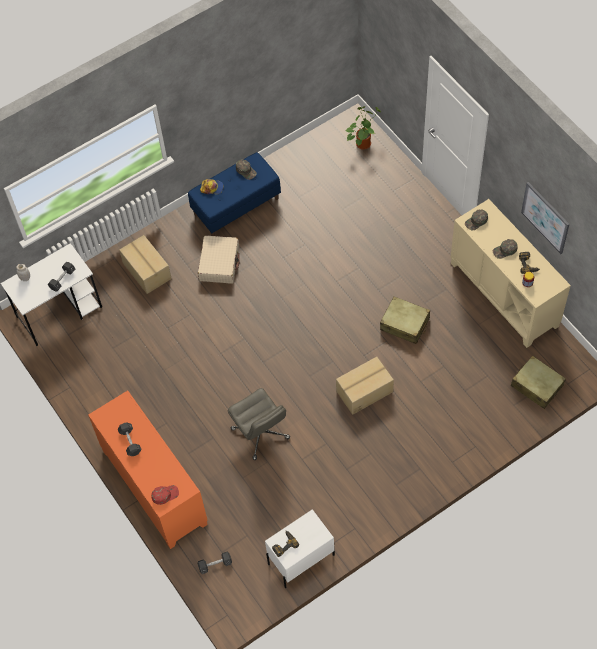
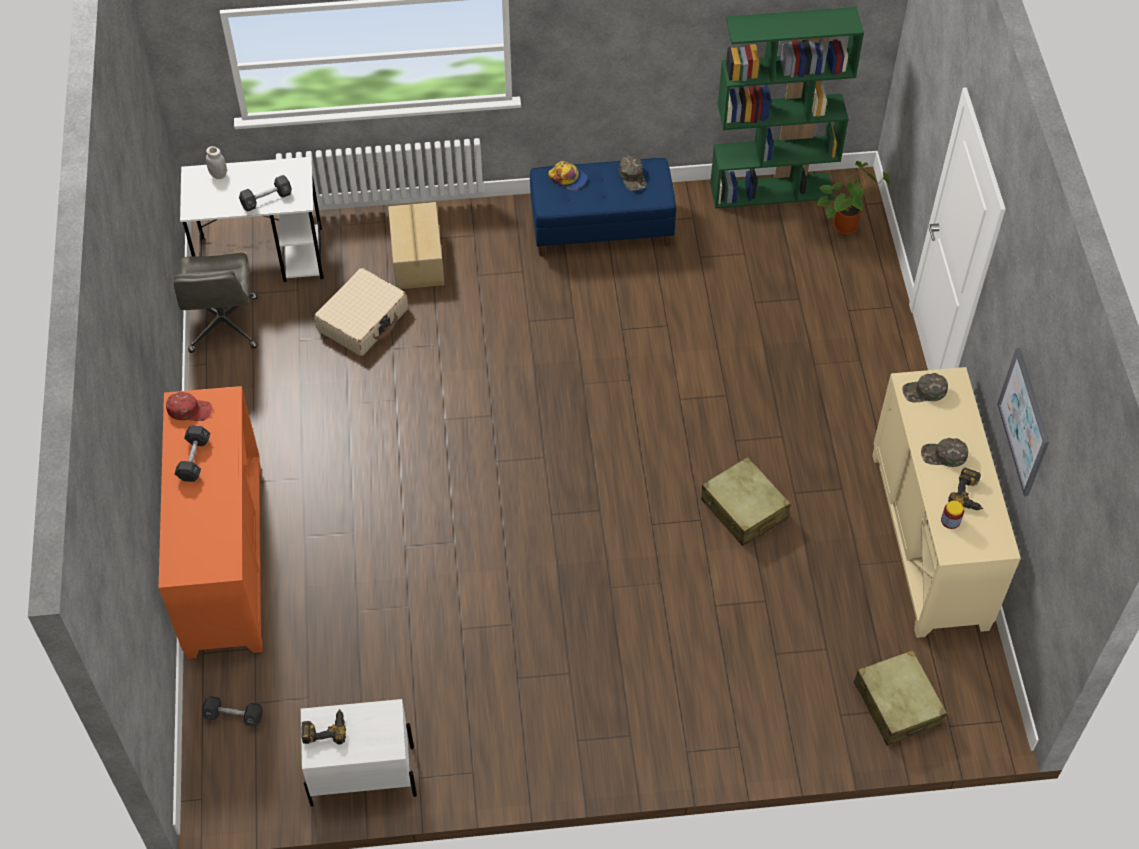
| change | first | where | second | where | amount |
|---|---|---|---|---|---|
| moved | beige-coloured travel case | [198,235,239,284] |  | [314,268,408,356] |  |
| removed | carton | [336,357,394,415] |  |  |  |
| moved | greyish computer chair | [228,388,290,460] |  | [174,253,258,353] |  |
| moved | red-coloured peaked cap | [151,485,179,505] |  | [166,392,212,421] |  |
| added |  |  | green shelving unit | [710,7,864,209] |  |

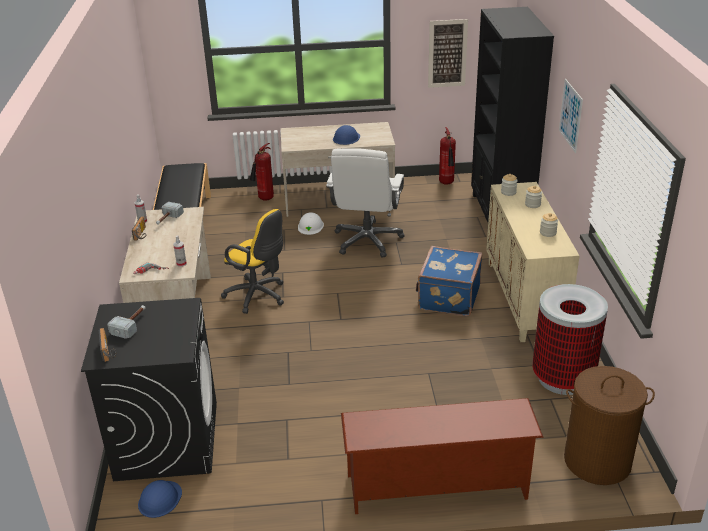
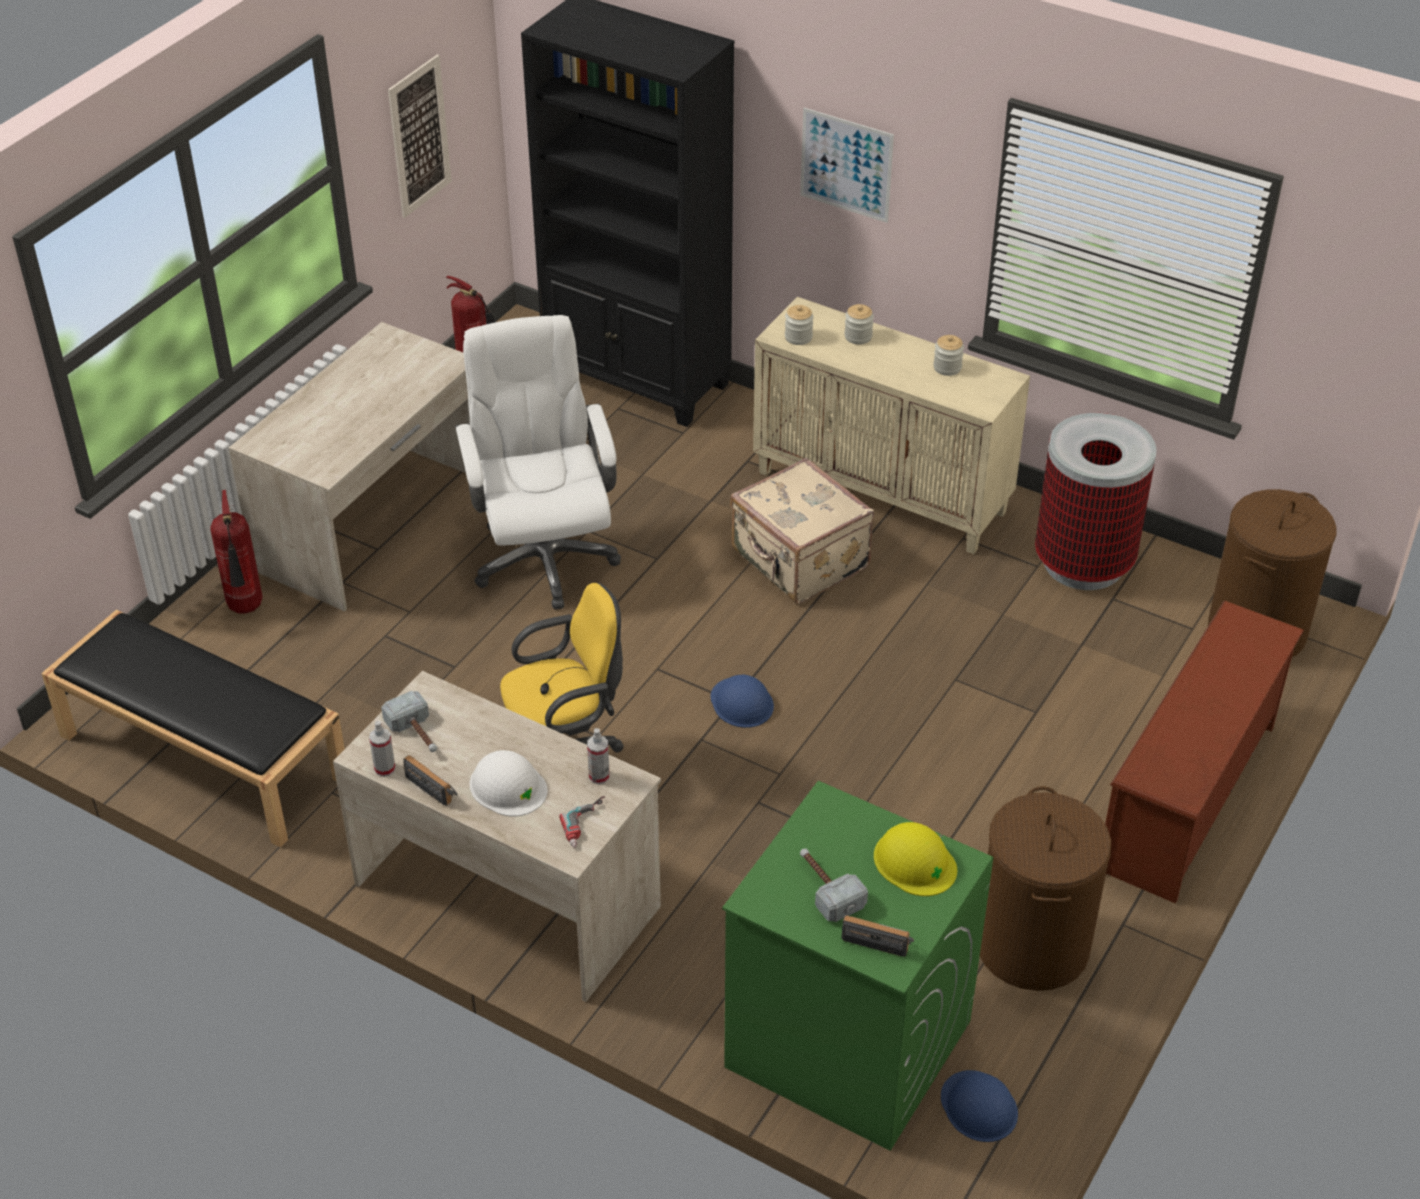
| change | first | where | second | where | amount |
|---|---|---|---|---|---|
| moved | blue-coloured hard hat | [333,125,360,145] |  | [711,675,774,728] |  |
| turned | white computer chair | [326,148,404,257] |  | [455,315,621,610] | 150 degrees counterclockwise |
| moved | white hard hat | [298,212,324,235] |  | [470,750,547,817] |  |
| recoloured | blue-coloured travel case | [416,246,482,316] | beige-coloured travel case | [730,457,874,604] |  |
| recoloured | black laundry appliance | [81,298,217,481] | green laundry appliance | [722,781,993,1151] |  |
| added |  |  | brown laundry basket | [980,786,1111,991] |  |
| added |  |  | yellow hard hat | [874,822,957,896] |  |

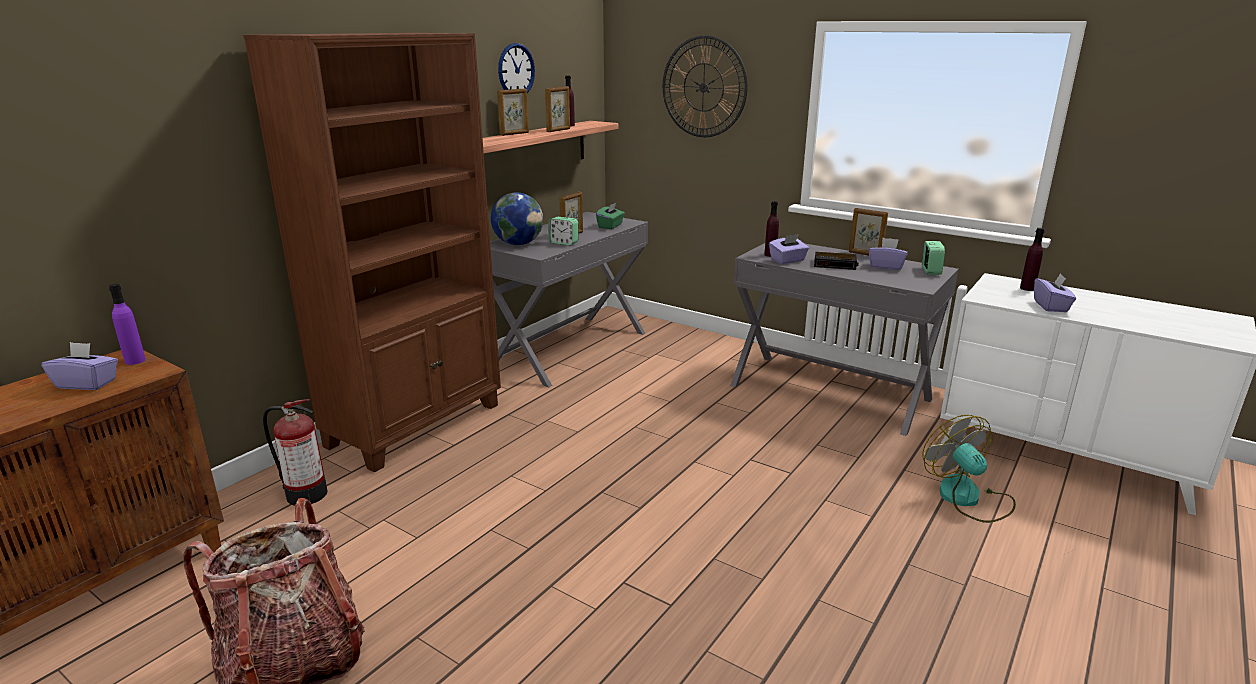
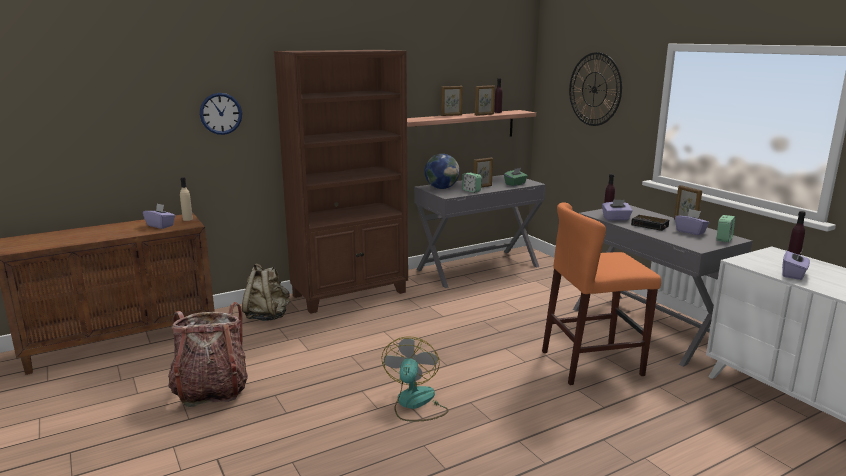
| change | first | where | second | where | amount |
|---|---|---|---|---|---|
| moved | hanging clock | [498,43,535,93] |  | [200,93,242,135] |  |
| recoloured | purple drink bottle | [109,284,146,365] | beige-coloured drink bottle | [180,177,193,221] |  |
| replaced | fire extinguisher | [263,399,327,506] | beige-coloured rucksack | [242,263,290,321] |  |
| moved | cooling fan | [922,415,1016,523] |  | [381,337,449,422] |  |
| added |  |  | orange-coloured stool | [542,203,661,385] |  |

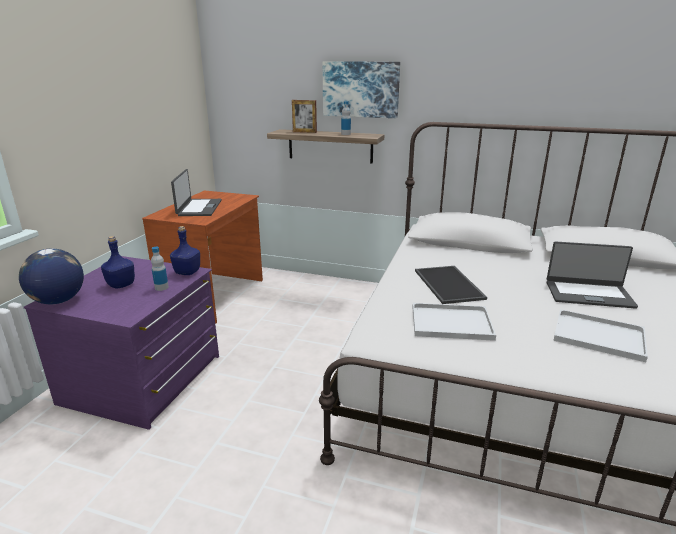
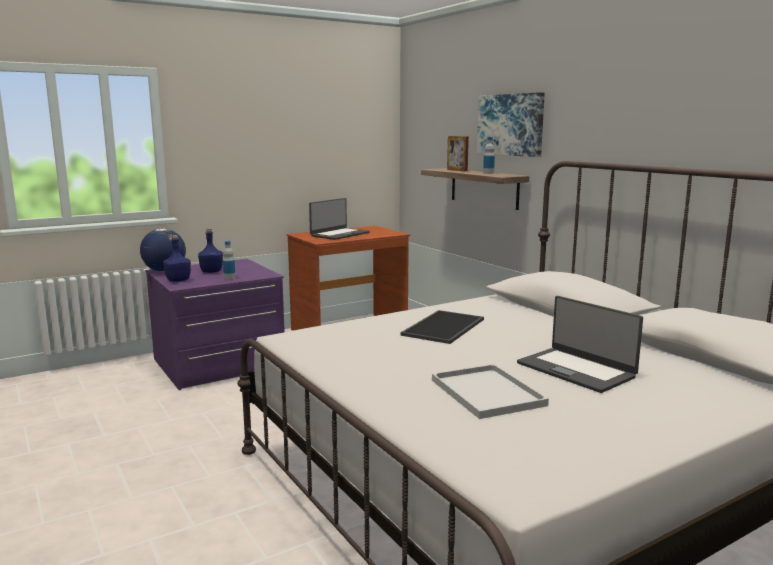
| change | first | where | second | where | amount |
|---|---|---|---|---|---|
| moved | blue-coloured drink bottle | [170,226,200,275] |  | [163,235,191,282] |  |
| removed | white carrying tray | [412,303,496,341] |  |  |  |

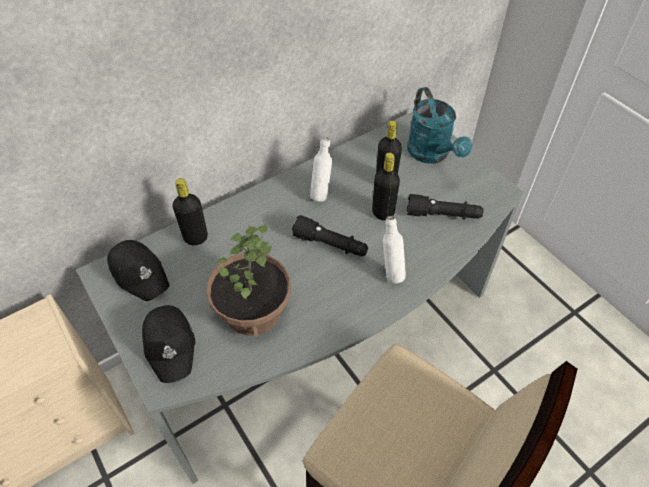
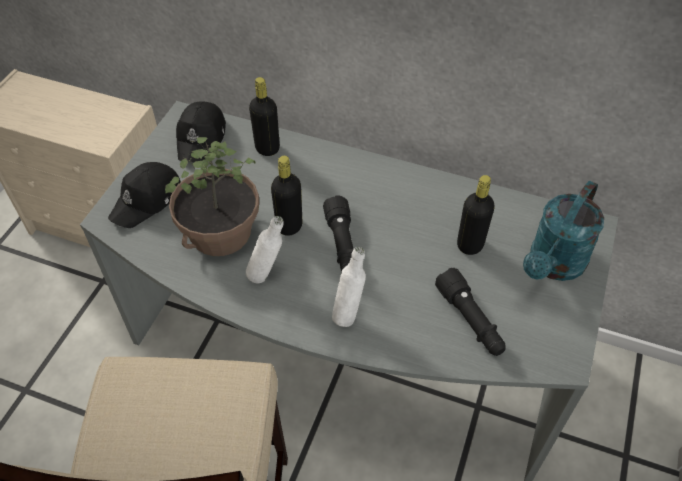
| change | first | where | second | where | amount |
|---|---|---|---|---|---|
| moved | white drink bottle | [310,137,332,202] |  | [246,216,284,283] |  |
| moved | black drink bottle | [372,153,400,220] |  | [271,156,302,236] |  |

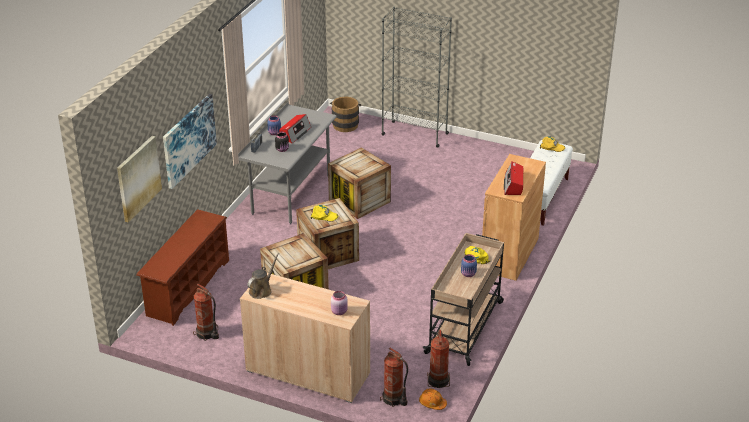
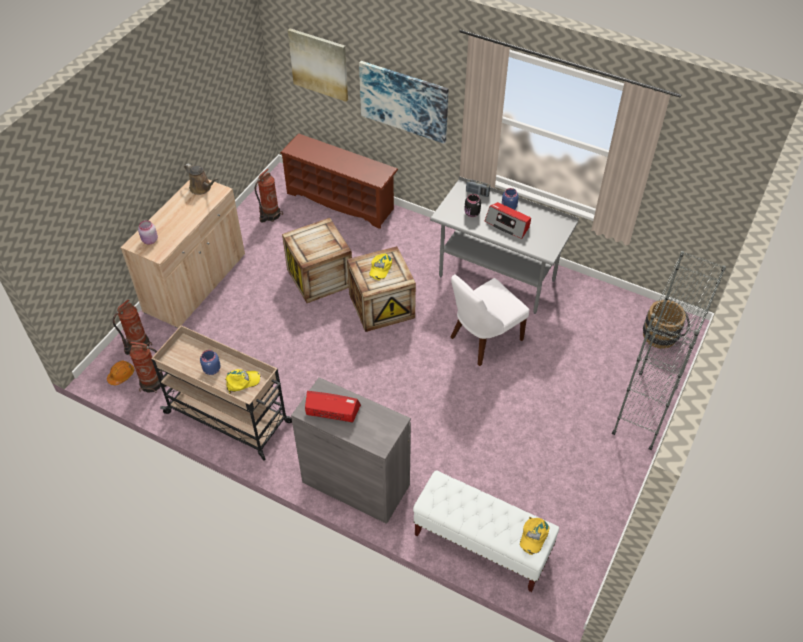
| change | first | where | second | where | amount |
|---|---|---|---|---|---|
| replaced | crate | [328,147,391,219] | white upright chair | [451,274,529,366] |  |
| recoloured | brown storage cabinet | [482,154,546,281] | greyish storage cabinet | [291,377,411,524] |  |

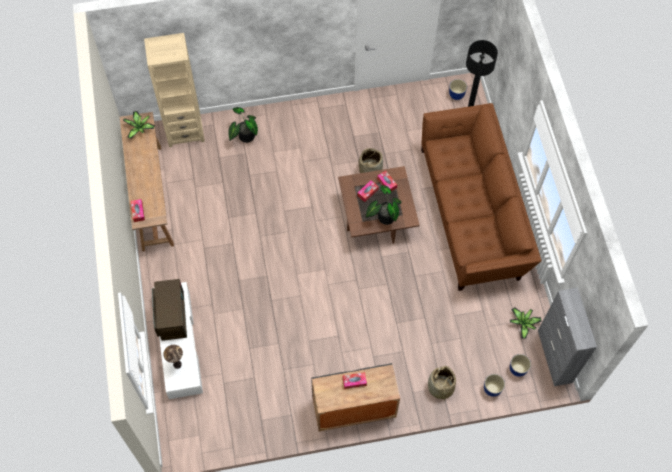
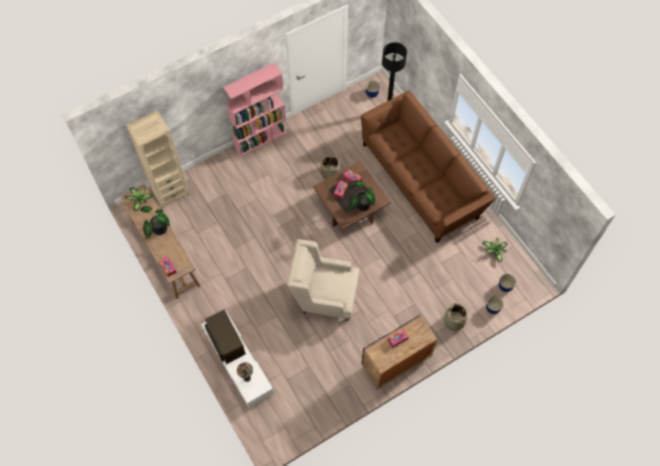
| change | first | where | second | where | amount |
|---|---|---|---|---|---|
| moved | plant in a pot | [228,107,258,143] |  | [140,206,170,239] |  |
| removed | greyish storage cabinet | [538,287,597,386] |  |  |  |
| added |  |  | pink-coloured shelving unit | [223,63,287,157] |  |
| added |  |  | beige-coloured easy chair | [287,239,359,321] |  |

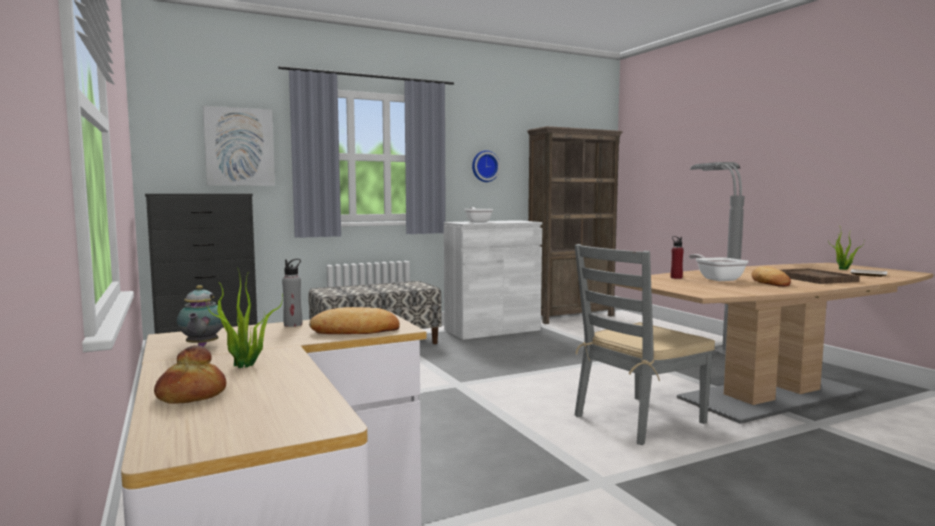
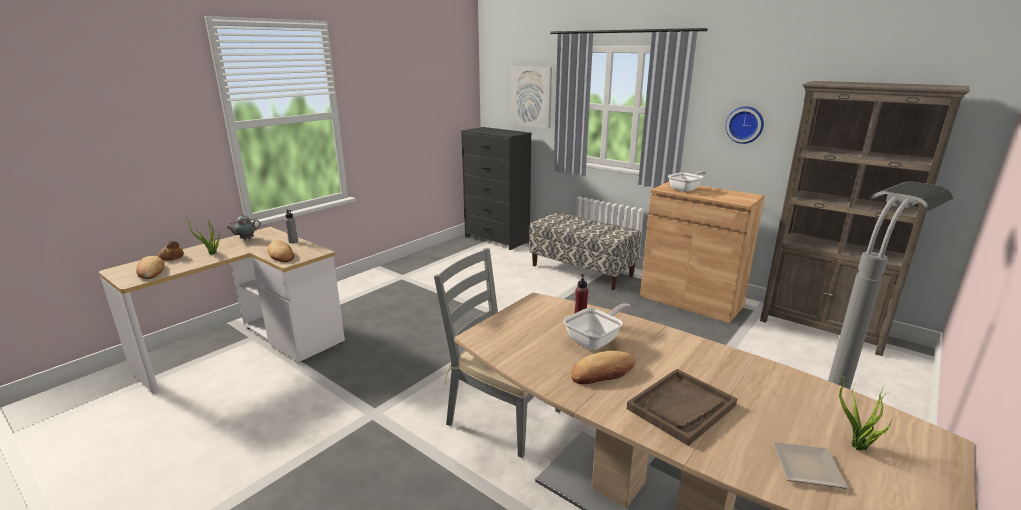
| change | first | where | second | where | amount |
|---|---|---|---|---|---|
| recoloured | white storage cabinet | [444,220,542,340] | brown storage cabinet | [640,181,765,323] |  |
| added |  |  | bread | [136,256,165,279] |  |

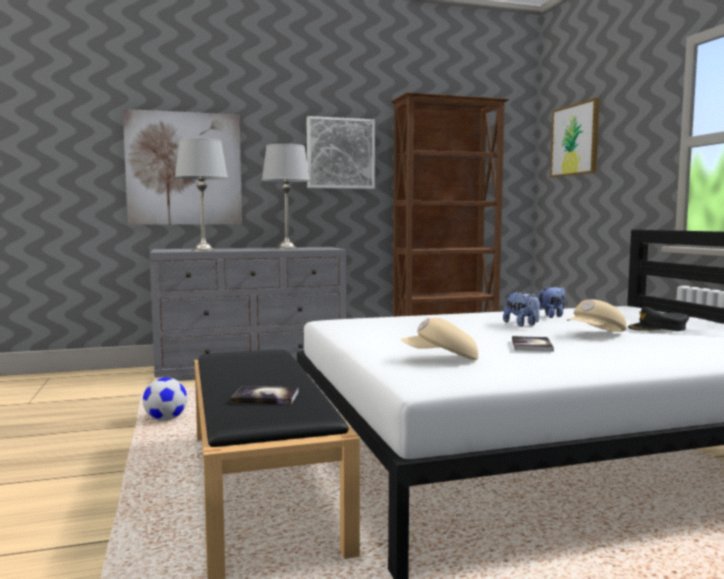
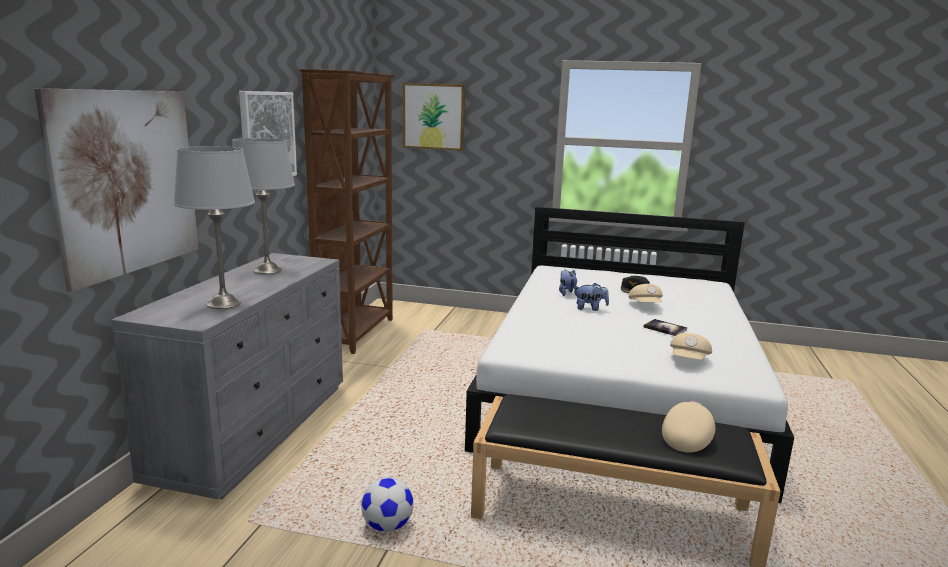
| change | first | where | second | where | amount |
|---|---|---|---|---|---|
| replaced | bound book | [231,386,299,404] | beige-coloured peaked cap | [662,401,715,452] |  |

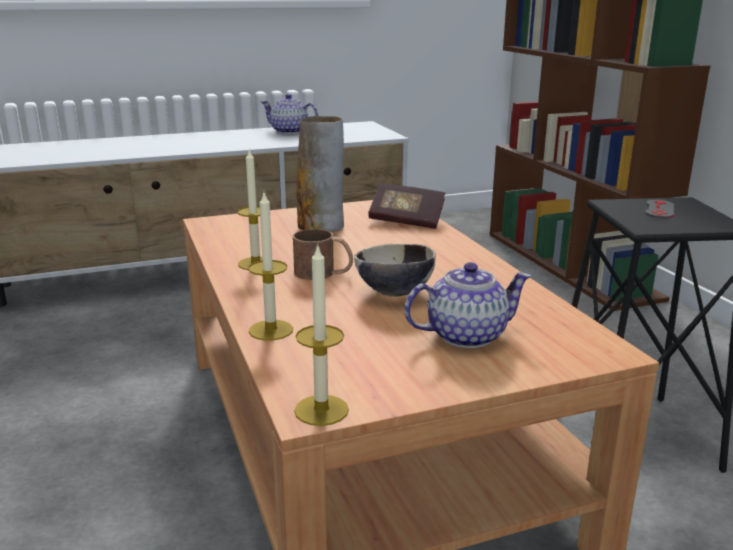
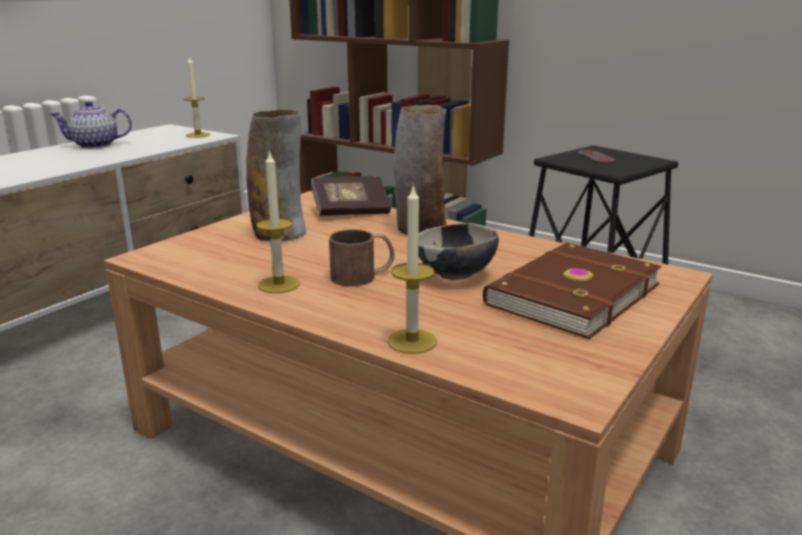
| change | first | where | second | where | amount |
|---|---|---|---|---|---|
| moved | wax light | [294,243,349,426] |  | [184,56,210,138] |  |
| replaced | teapot | [405,262,532,348] | brown bound book | [483,243,662,339] |  |
| added |  |  | vase | [394,105,446,235] |  |

